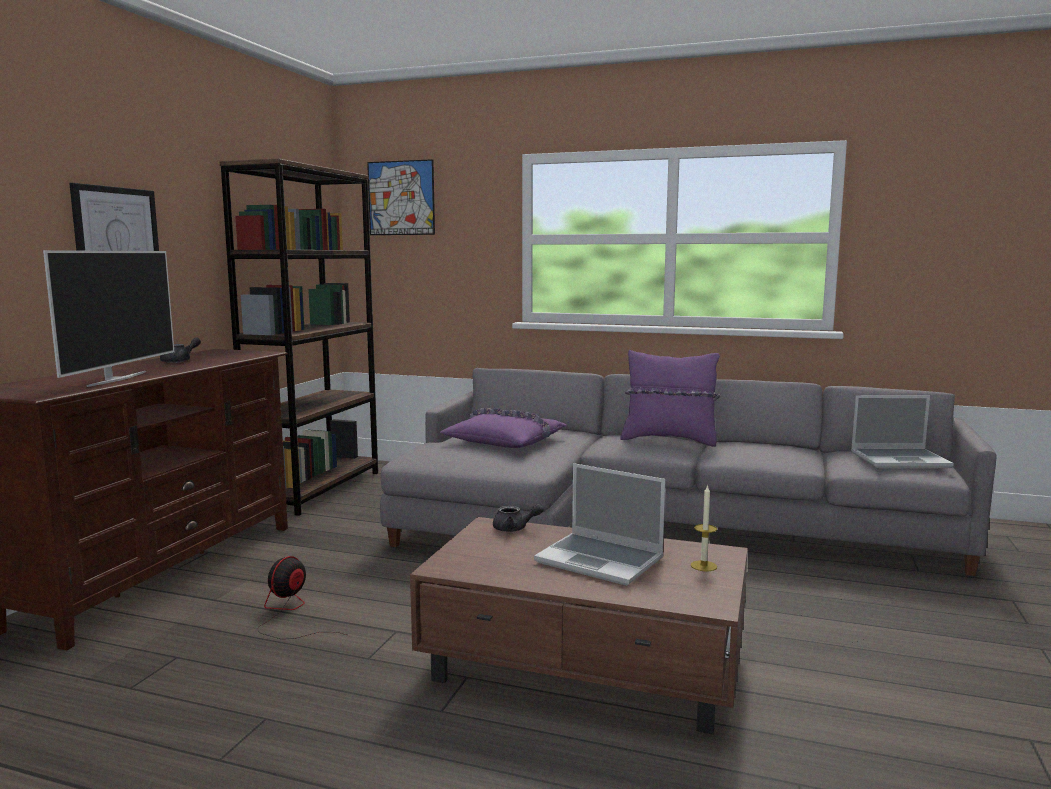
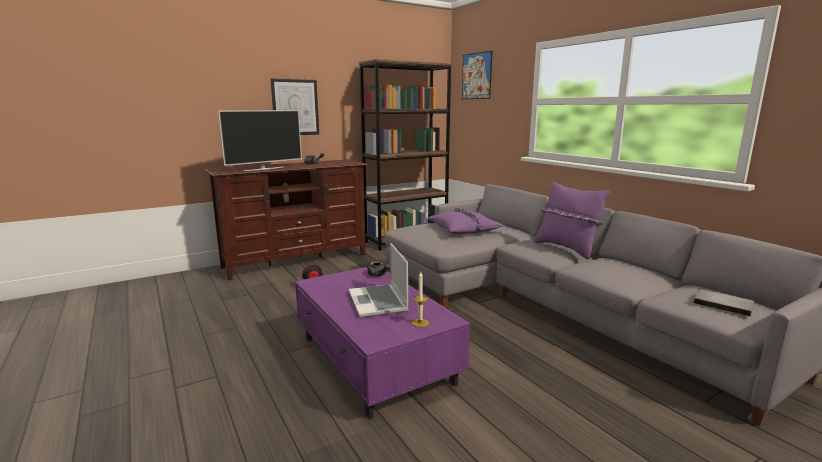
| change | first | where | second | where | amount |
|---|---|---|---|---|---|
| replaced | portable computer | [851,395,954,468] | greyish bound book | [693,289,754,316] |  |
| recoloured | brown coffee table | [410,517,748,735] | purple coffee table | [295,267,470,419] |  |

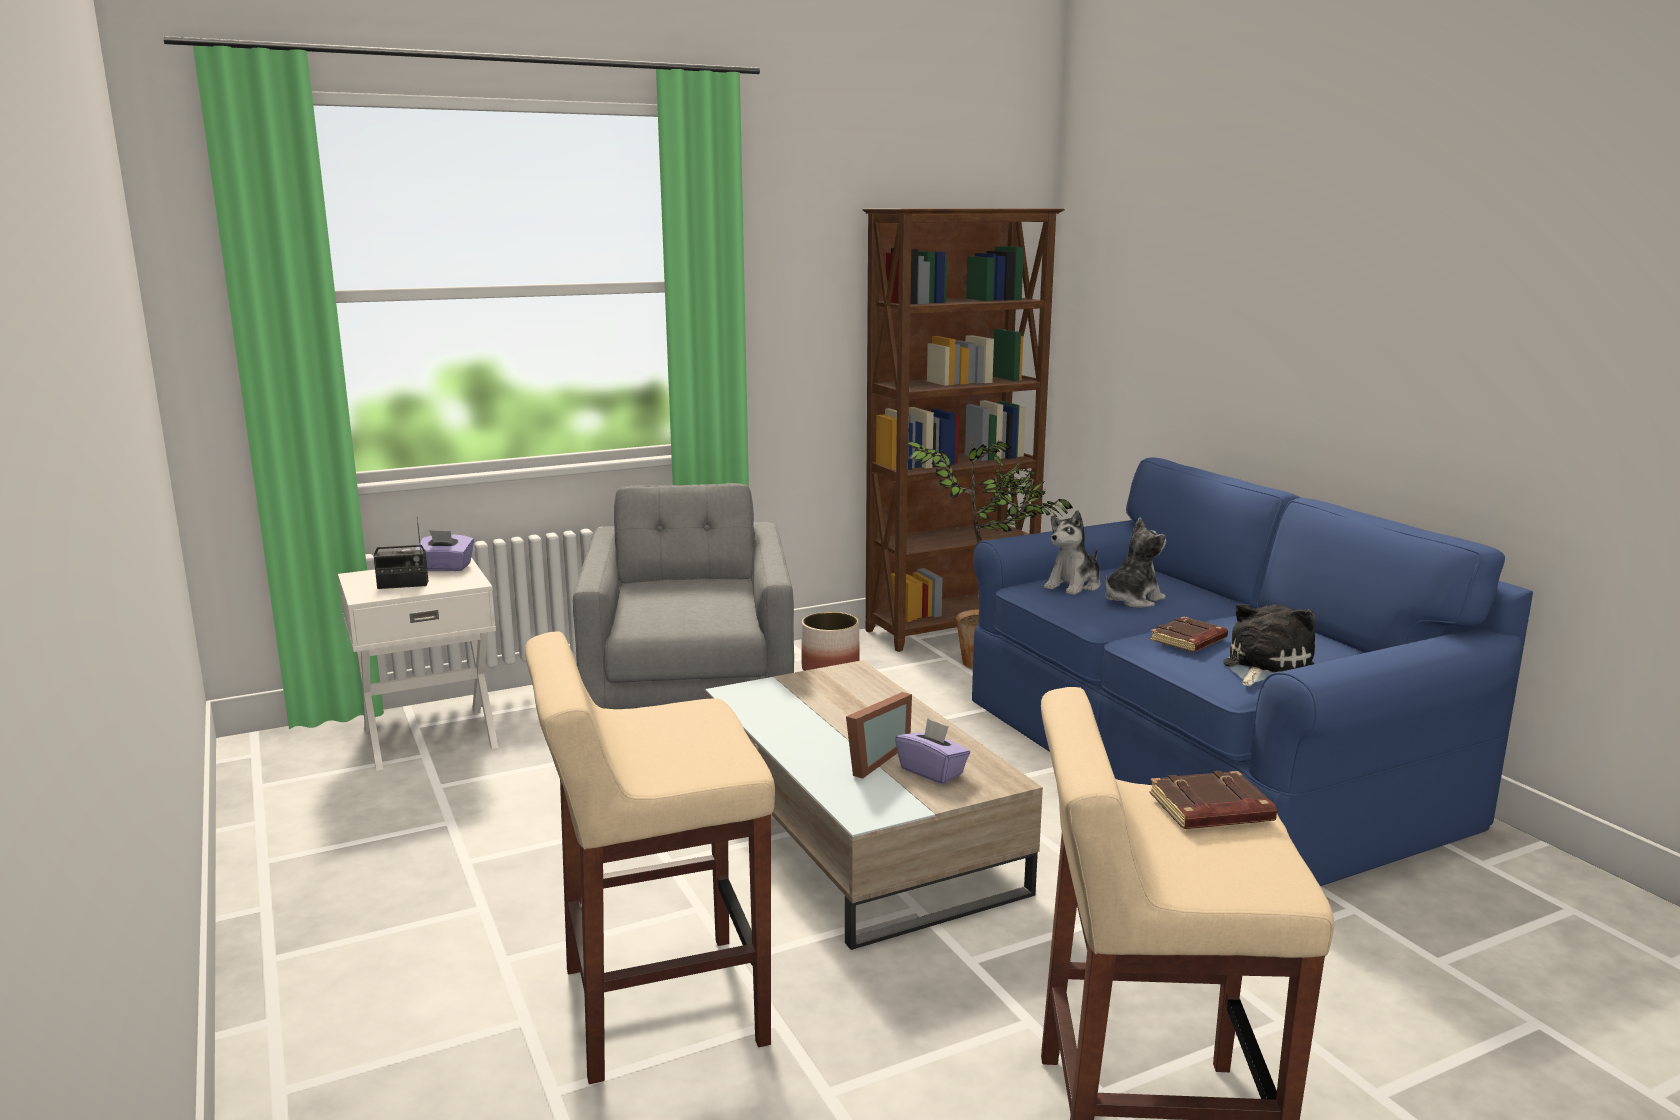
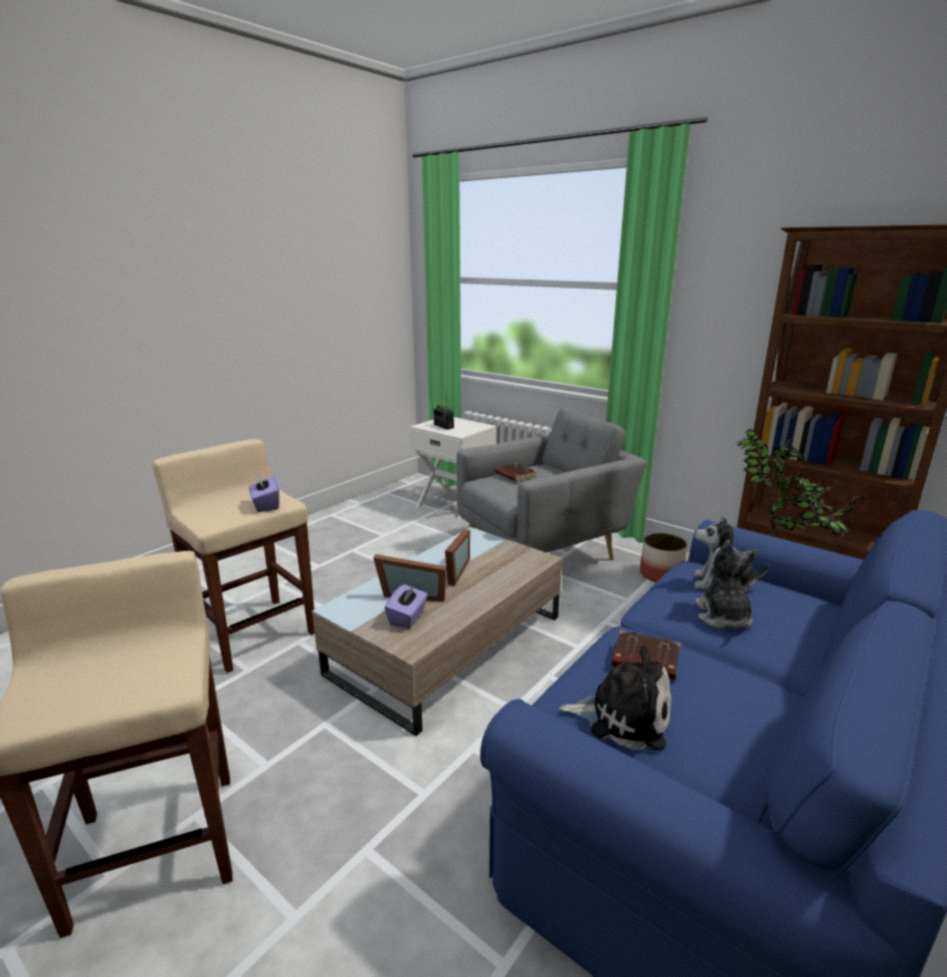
| change | first | where | second | where | amount |
|---|---|---|---|---|---|
| turned | plush toy | [1105,518,1166,608] |  | [695,540,757,628] | 120 degrees counterclockwise |
| moved | purple tissue holder | [415,530,474,571] |  | [249,473,279,512] |  |
| moved | brown bound book | [1149,771,1277,829] |  | [495,463,536,482] |  |
| added |  |  | standing frame | [445,529,470,586] |  |

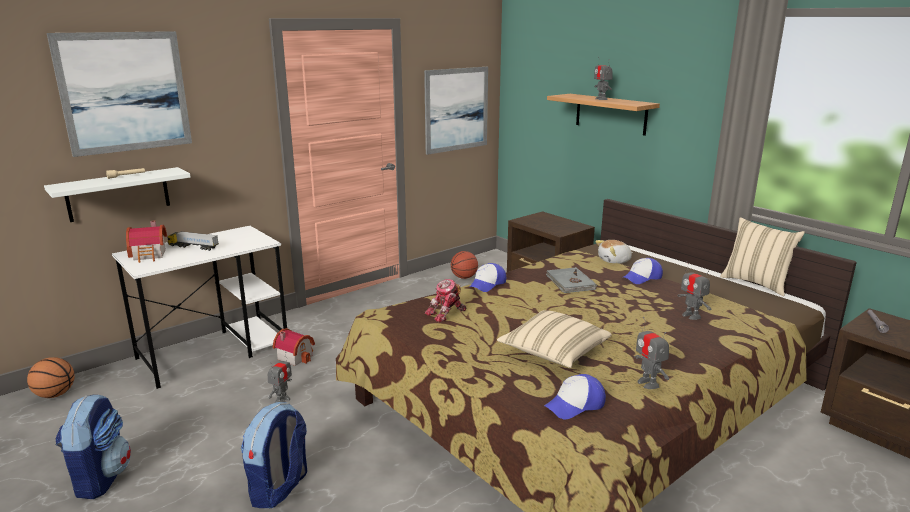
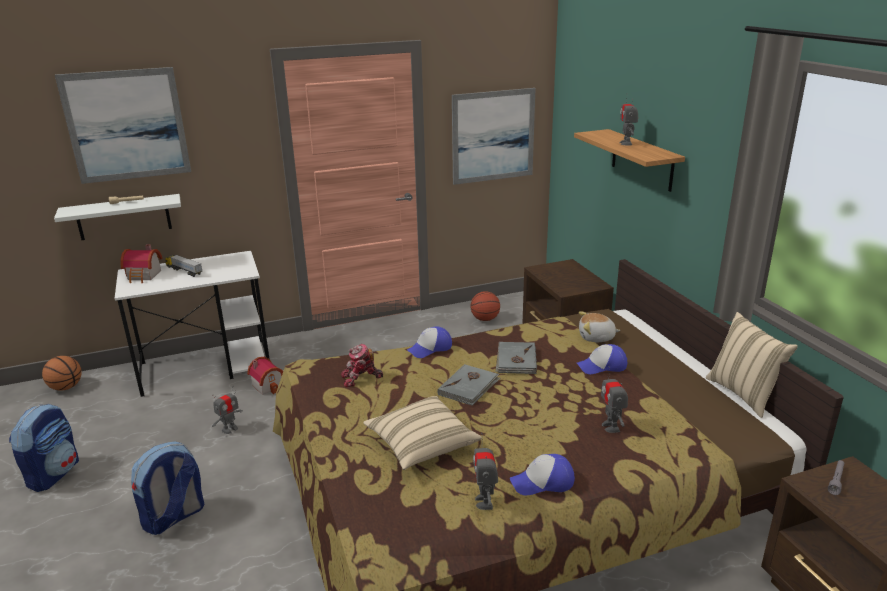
| change | first | where | second | where | amount |
|---|---|---|---|---|---|
| moved | peaked cap | [544,374,606,419] |  | [510,454,575,495] |  |
| added |  |  | greyish bound book | [437,364,501,406] |  |

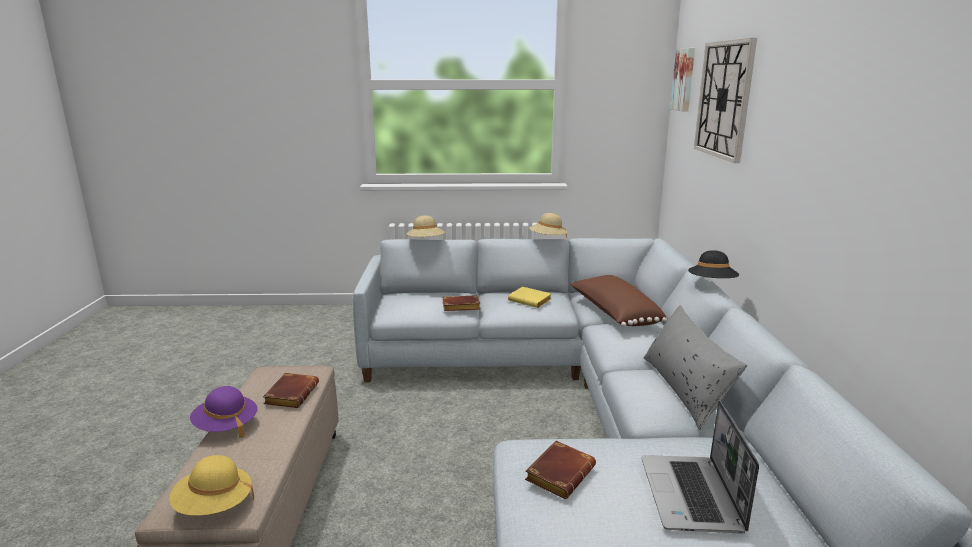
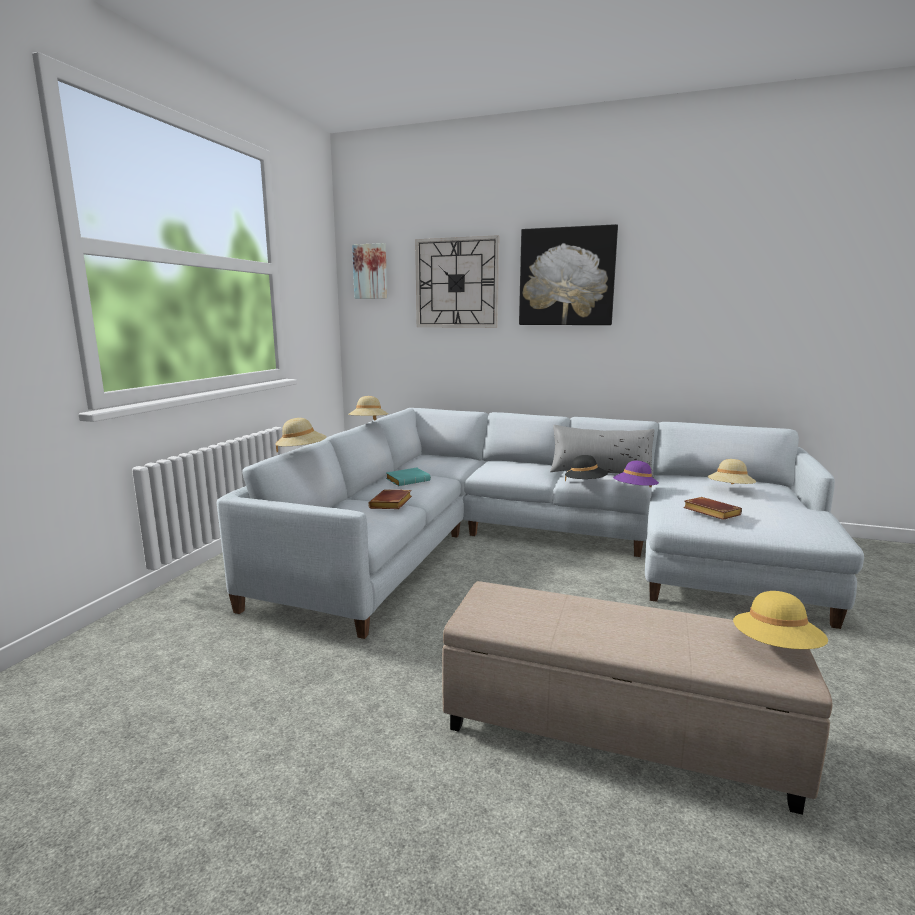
| change | first | where | second | where | amount |
|---|---|---|---|---|---|
| moved | black wearable hat | [688,250,739,278] |  | [565,455,608,481] |  |
| removed | brown throw pillow | [570,275,667,327] |  |  |  |
| recoloured | yellow bound book | [508,286,552,308] | blue-green bound book | [386,468,431,486] |  |
| removed | brown bound book | [263,373,319,408] |  |  |  |
| moved | purple wearable hat | [190,386,258,438] |  | [613,461,659,487] |  |
| replaced | portable computer | [641,400,759,534] | beige-coloured wearable hat | [708,459,756,484] |  |
| added |  |  | picture | [519,224,618,325] |  |

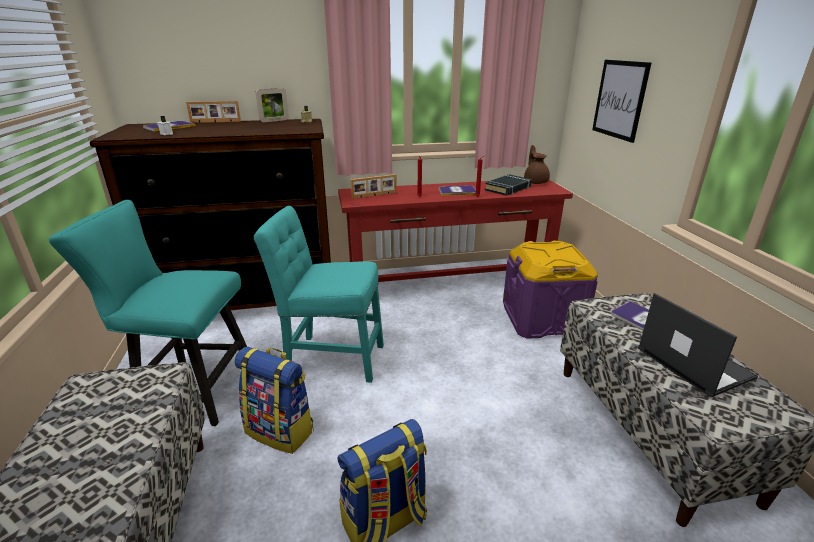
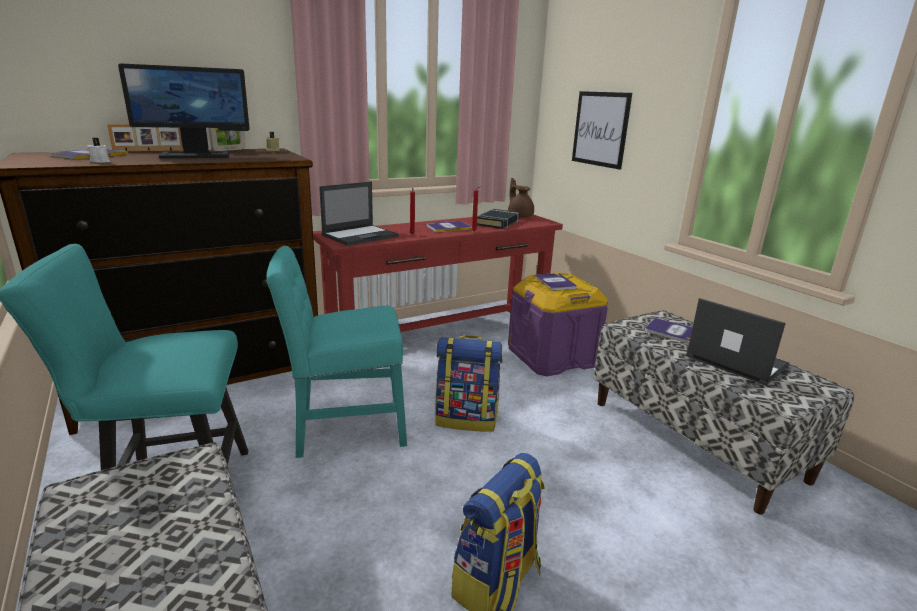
| change | first | where | second | where | amount |
|---|---|---|---|---|---|
| replaced | standing frame | [351,174,397,199] | portable computer | [319,181,399,246] |  |
| moved | rucksack | [235,346,314,454] |  | [435,335,503,432] |  |
| added |  |  | monitor | [118,63,250,158] |  |
| added |  |  | bound book | [533,273,577,291] |  |

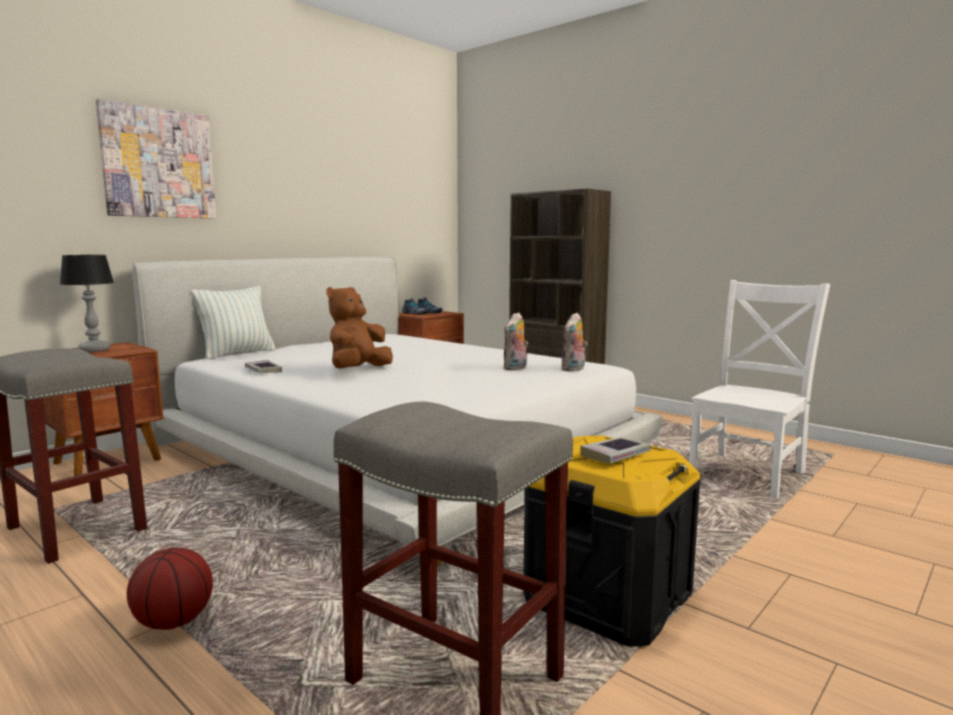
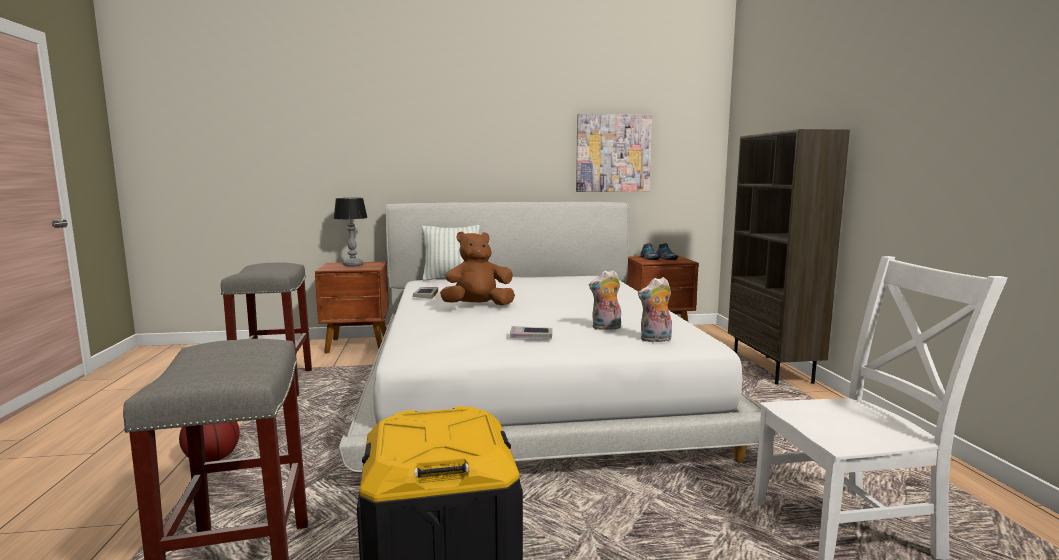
| change | first | where | second | where | amount |
|---|---|---|---|---|---|
| moved | picture | [96,99,216,218] |  | [576,114,652,192] |  |
| moved | bound book | [581,437,651,463] |  | [510,326,552,339] |  |

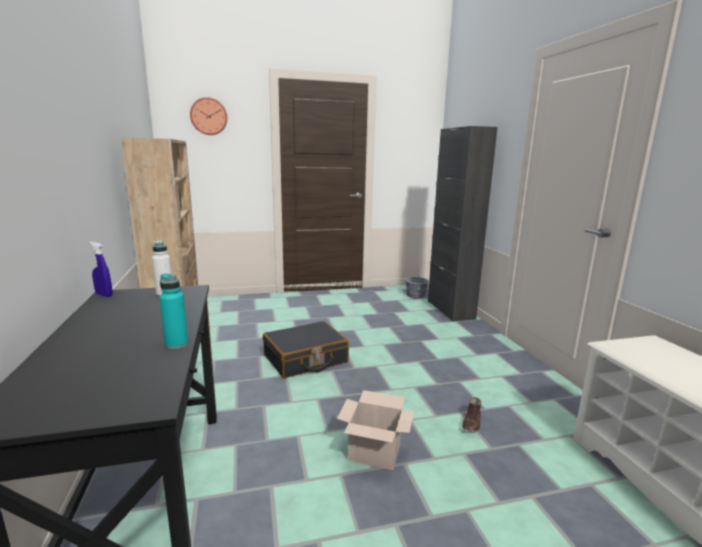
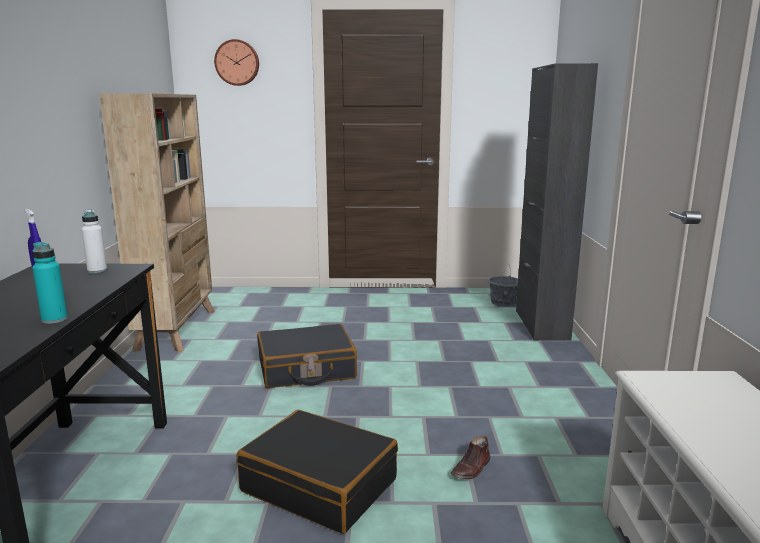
| change | first | where | second | where | amount |
|---|---|---|---|---|---|
| replaced | carton | [337,390,414,470] | black travel case | [237,410,398,534] |  |

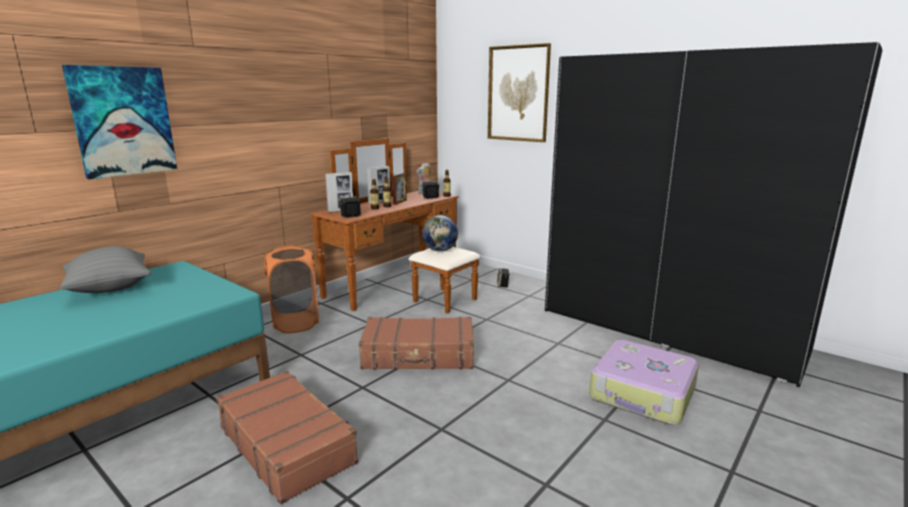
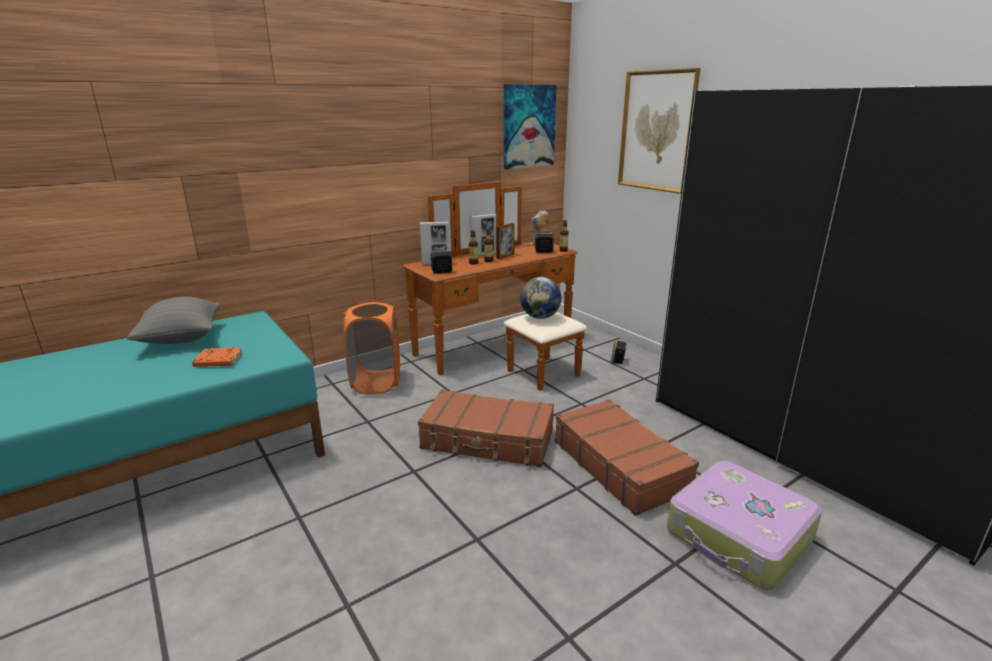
| change | first | where | second | where | amount |
|---|---|---|---|---|---|
| moved | picture | [62,65,177,179] |  | [504,84,557,170] |  |
| moved | brown travel case | [216,371,358,505] |  | [555,399,699,516] |  |
| added |  |  | orange-coloured bound book | [192,347,242,367] |  |

